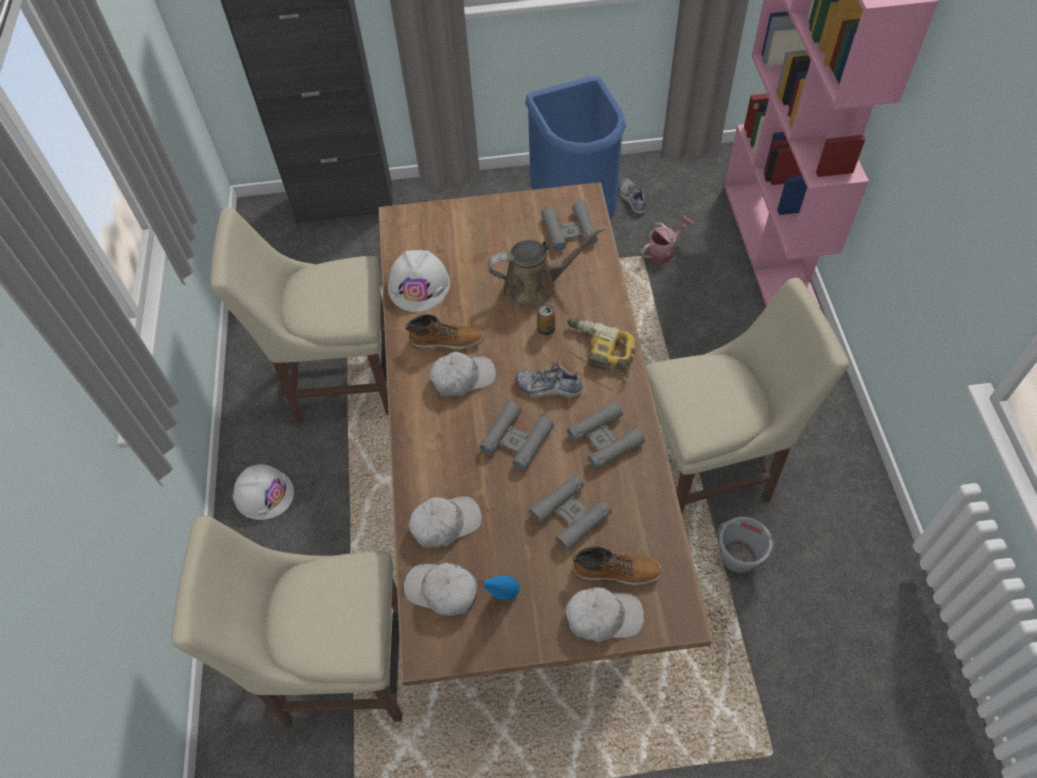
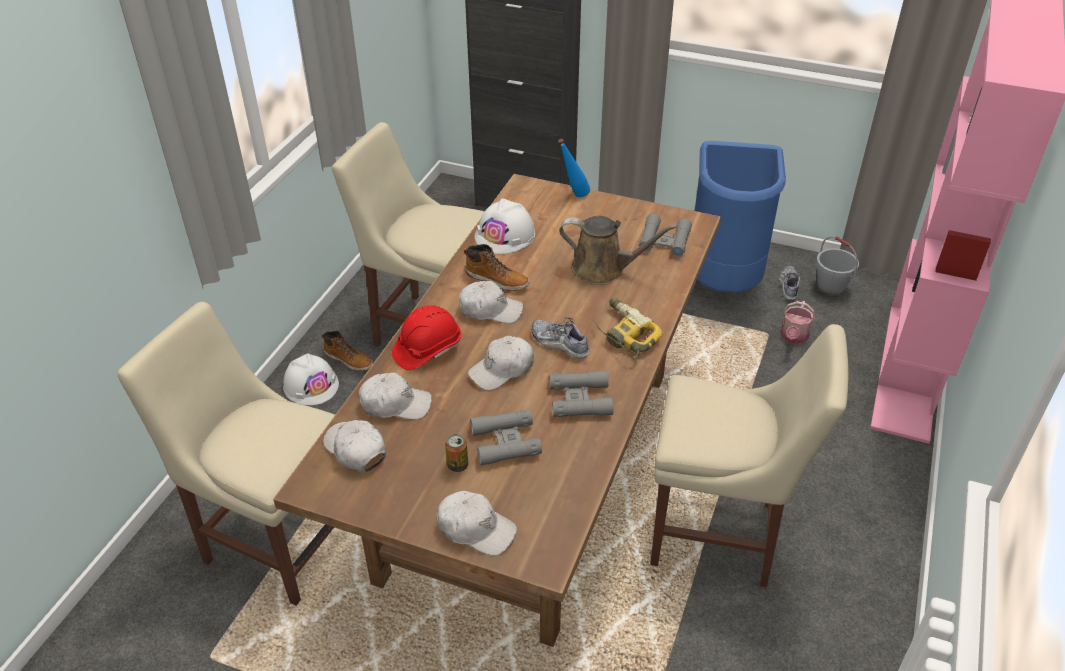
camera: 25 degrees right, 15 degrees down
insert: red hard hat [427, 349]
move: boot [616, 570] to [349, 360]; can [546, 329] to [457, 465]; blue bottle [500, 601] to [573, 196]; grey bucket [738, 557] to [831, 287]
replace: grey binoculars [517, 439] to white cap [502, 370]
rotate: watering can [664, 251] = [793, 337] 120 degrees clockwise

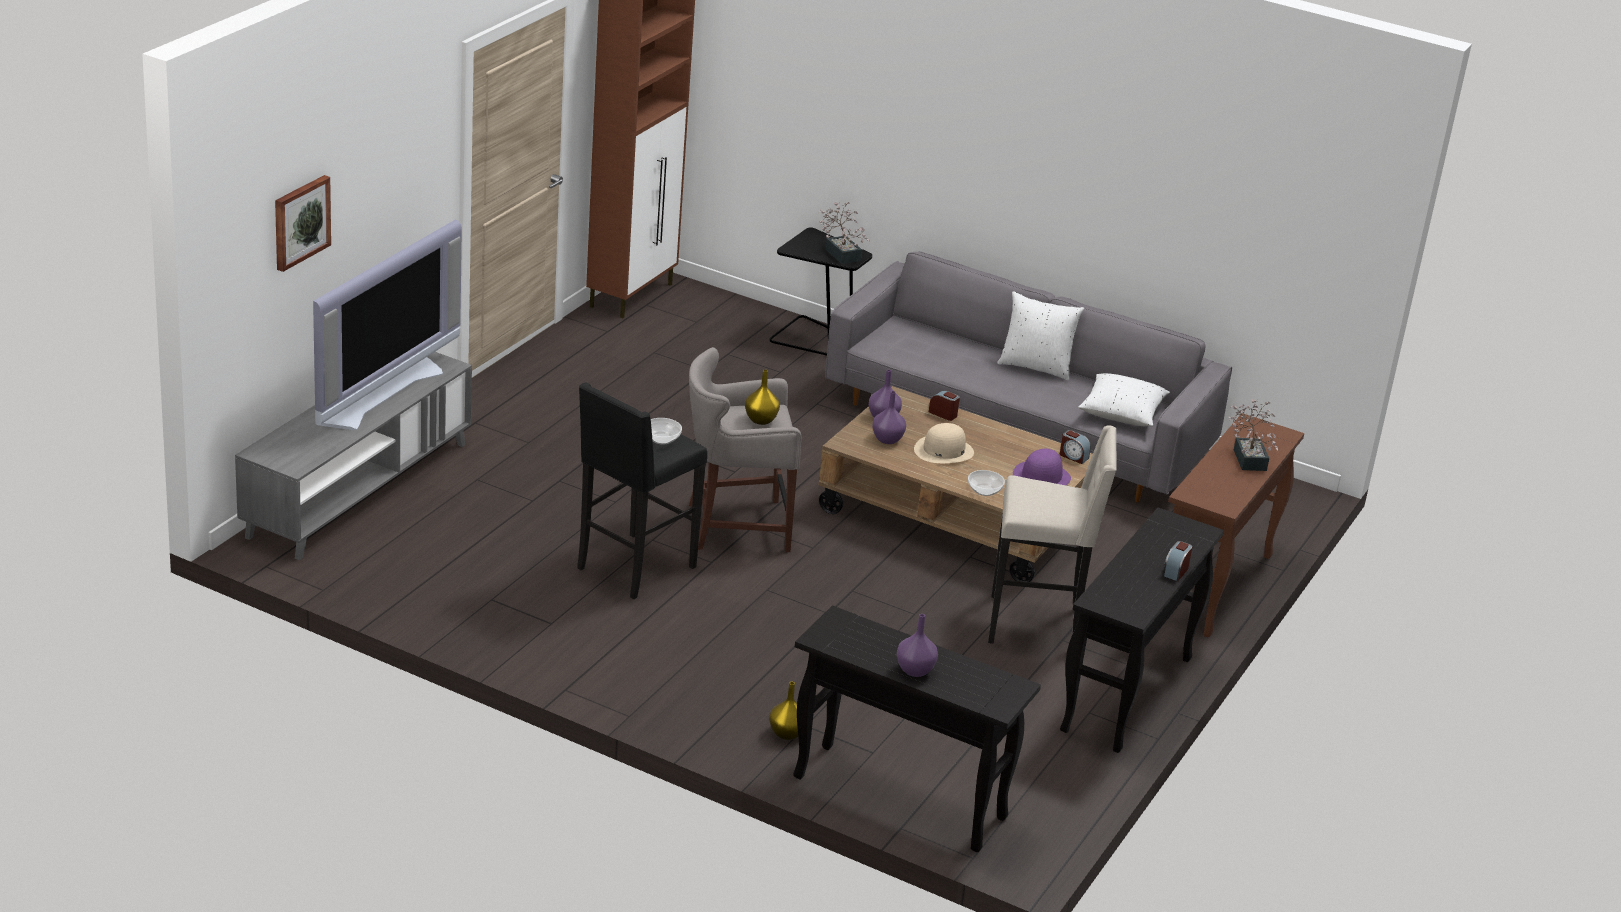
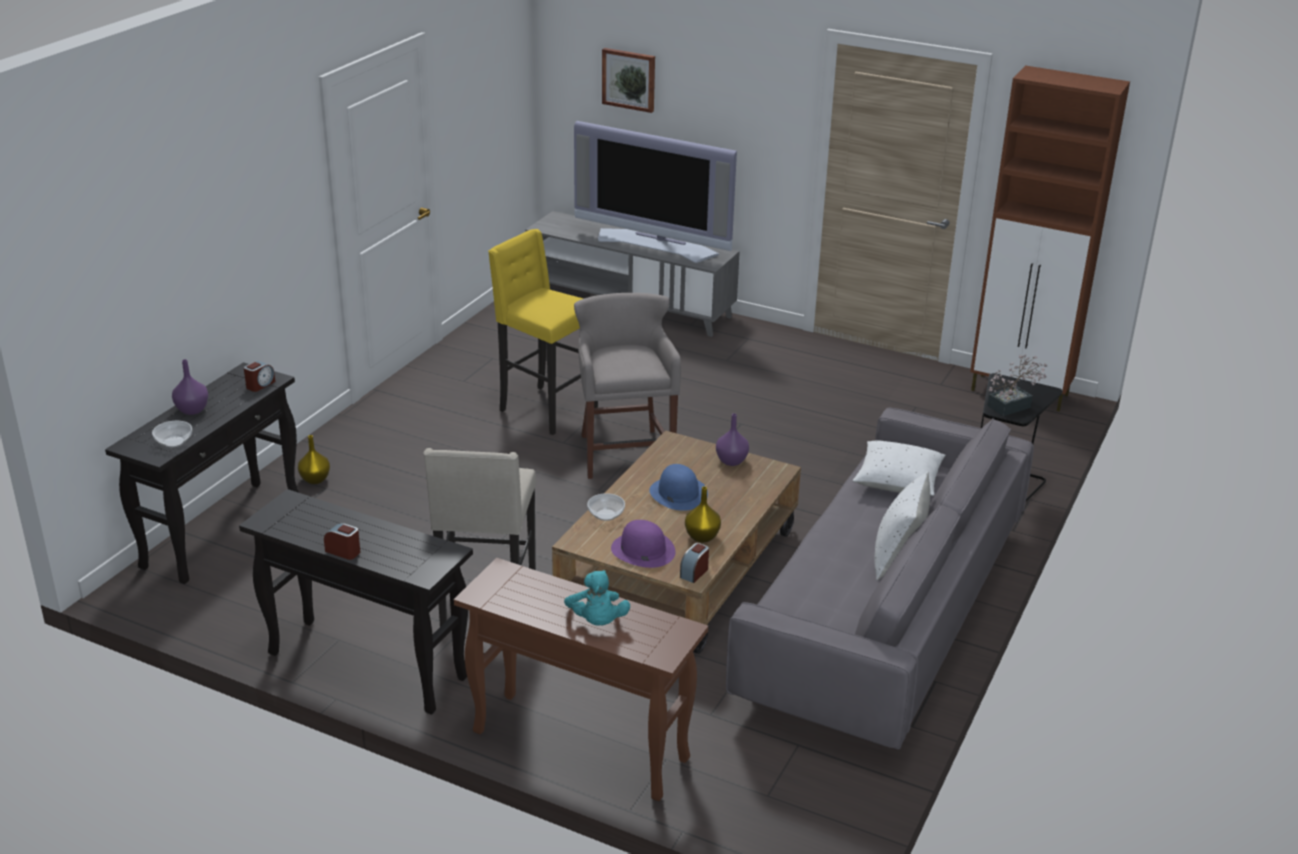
camera: 90 degrees right, 0 degrees up
delete: purple vase [888, 439]
move: bowl [662, 439] to [173, 442]; alarm clock [943, 414] to [260, 385]; yellow vase [761, 419] to [703, 537]; white pillow [1121, 414] to [897, 482]
replace: potted plant [1249, 457] to turquoise plush toy [597, 621]
recolor: black stool [633, 569] to yellow stool [545, 409]; beige hat [943, 451] to blue hat [678, 493]

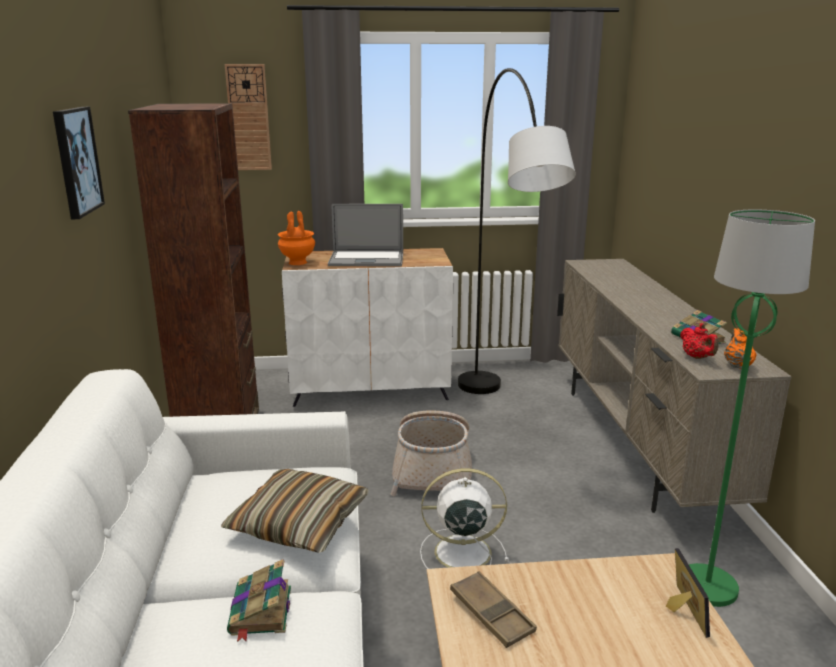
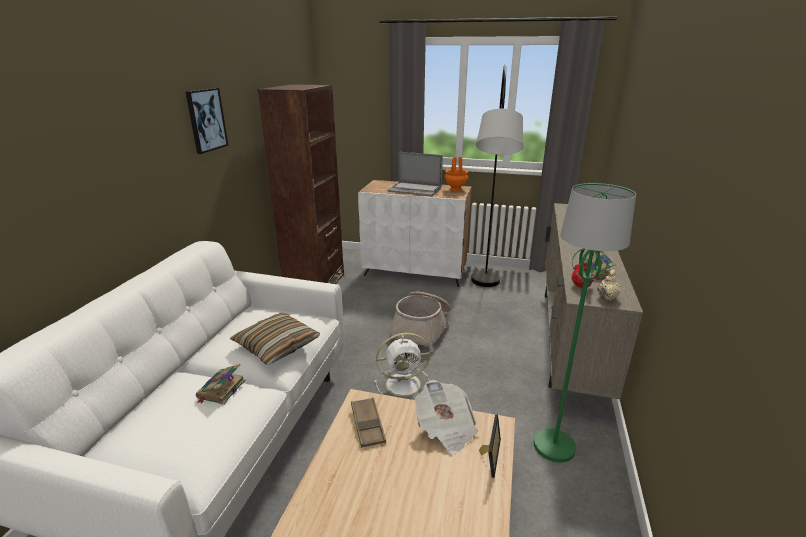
camera: 20 degrees right, 5 degrees up
delete: wall clock [249, 118]
insert: newspaper [445, 429]
move: orange vase [297, 262] to [455, 189]
recolor: orange teapot [737, 365] to beige teapot [607, 297]
rotate: white fan [460, 552] = [405, 384] 150 degrees clockwise

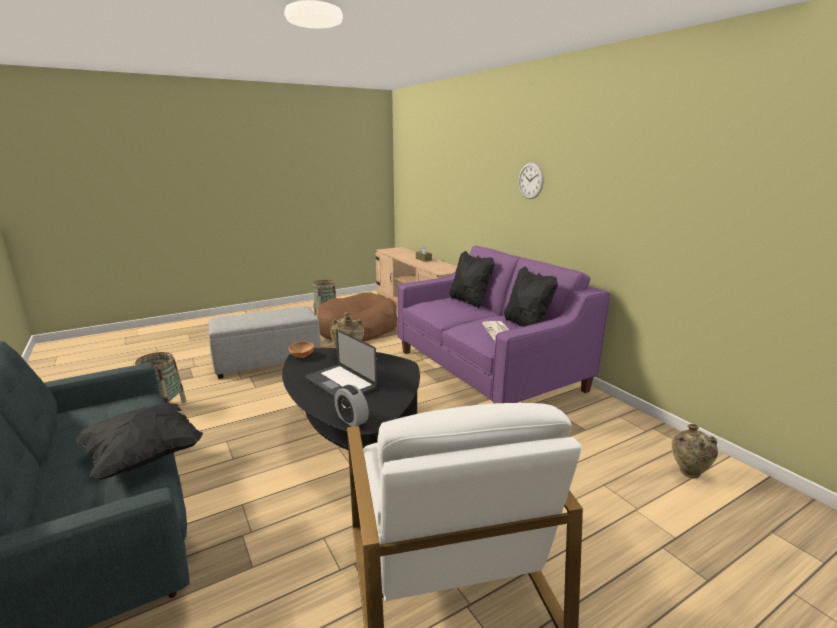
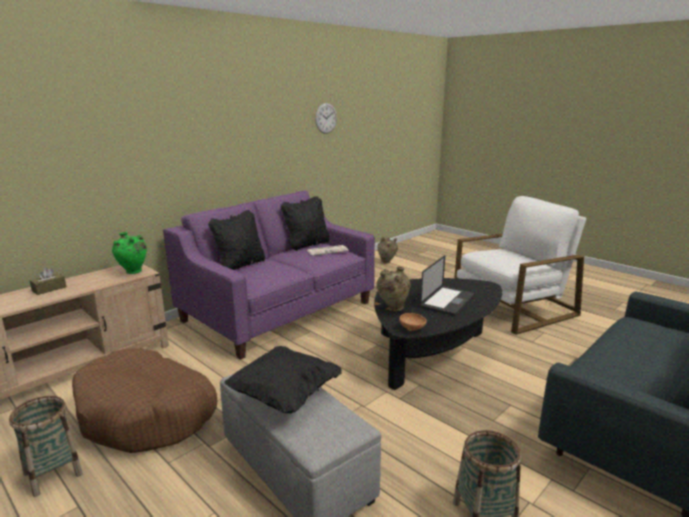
camera: 105 degrees left, 0 degrees up
delete: alarm clock [352, 420]
insert: green vase [133, 272]
move: black pillow [145, 457] to [285, 395]; wall clock [530, 181] to [326, 118]

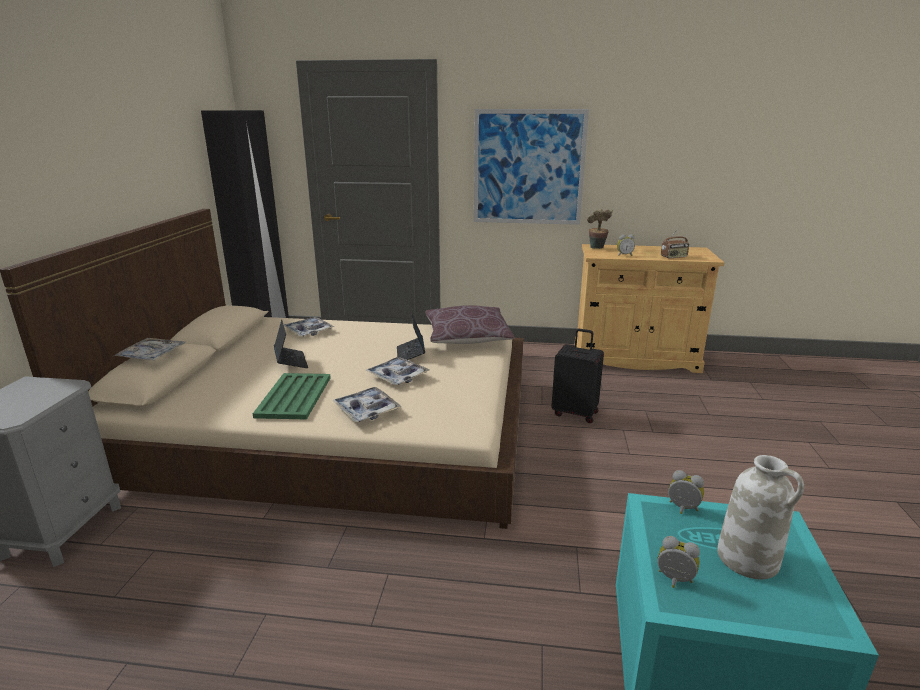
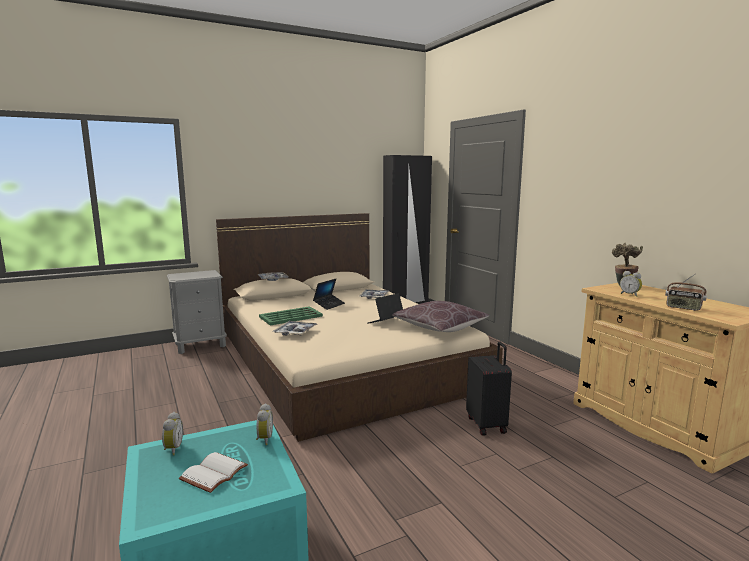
camera: 55 degrees right, 10 degrees down
delete: tray [397, 376]; picture [528, 168]
replace: white vase [749, 559] to white book [214, 474]

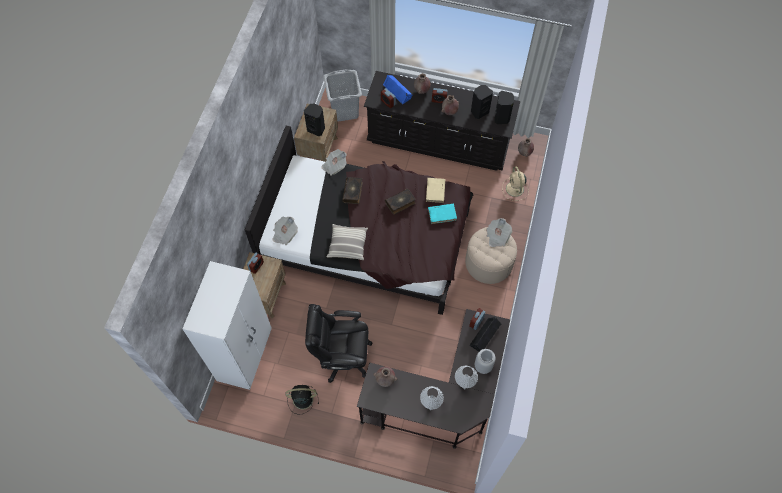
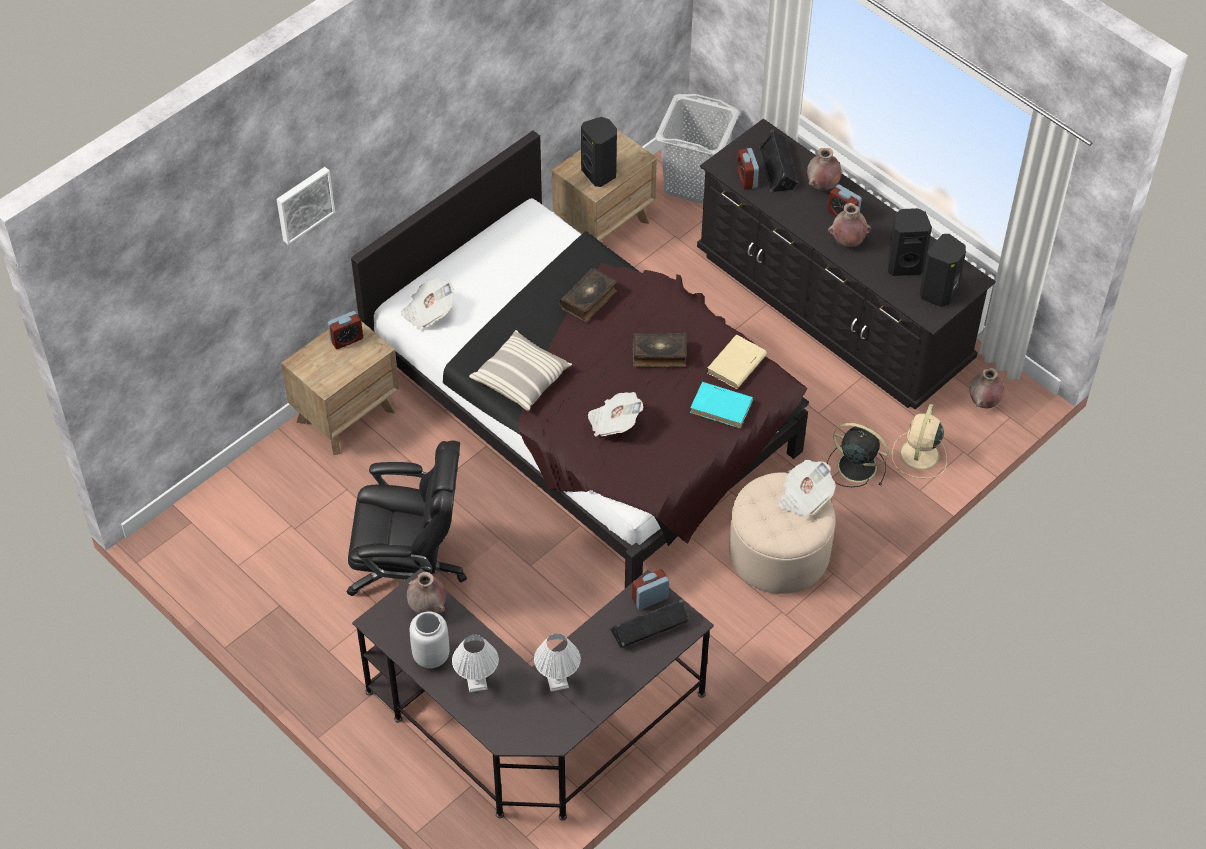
camera: 30 degrees right, 10 degrees down
delete: white wardrobe [245, 354]
insert: picture [303, 203]
move: grey vase [482, 366] to [430, 655]; newspaper [334, 166] to [614, 423]; black fan [302, 399] to [855, 466]
recolor: blue speaker [398, 91] to black speaker [778, 167]
rotate: black office chair [342, 356] = [409, 572] 150 degrees clockwise

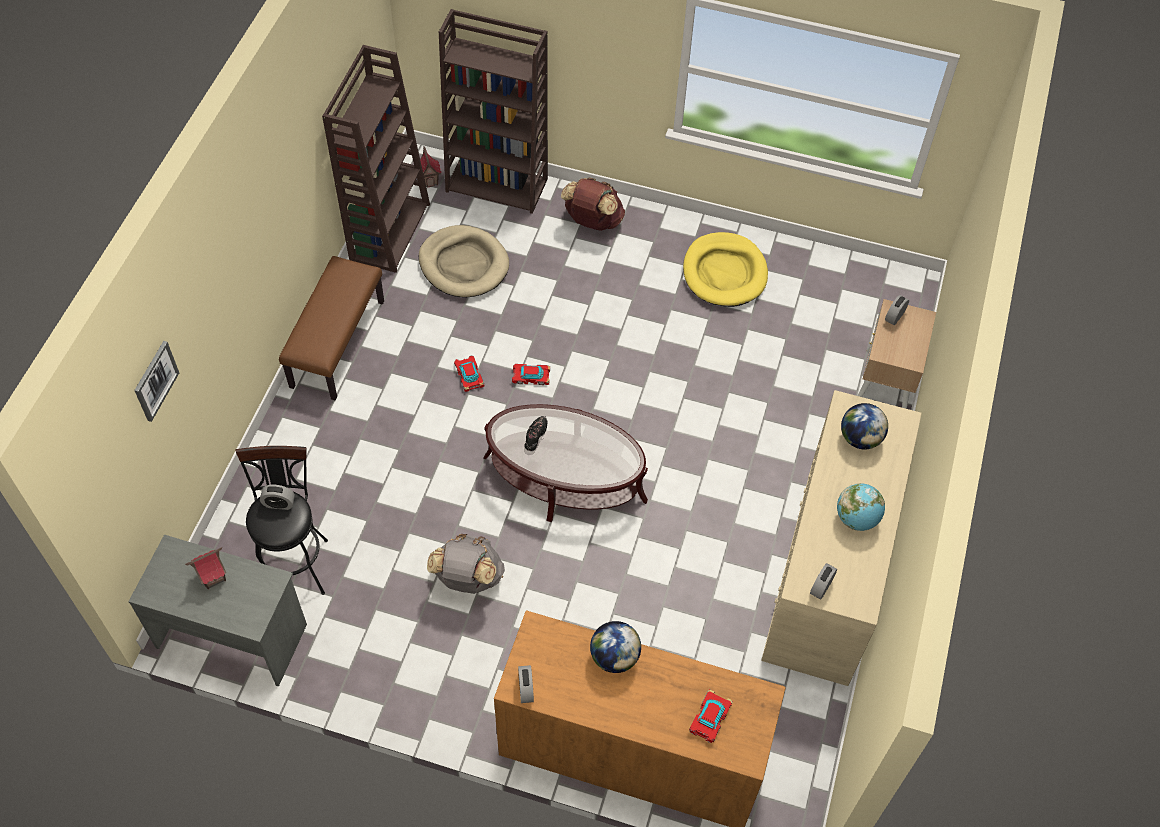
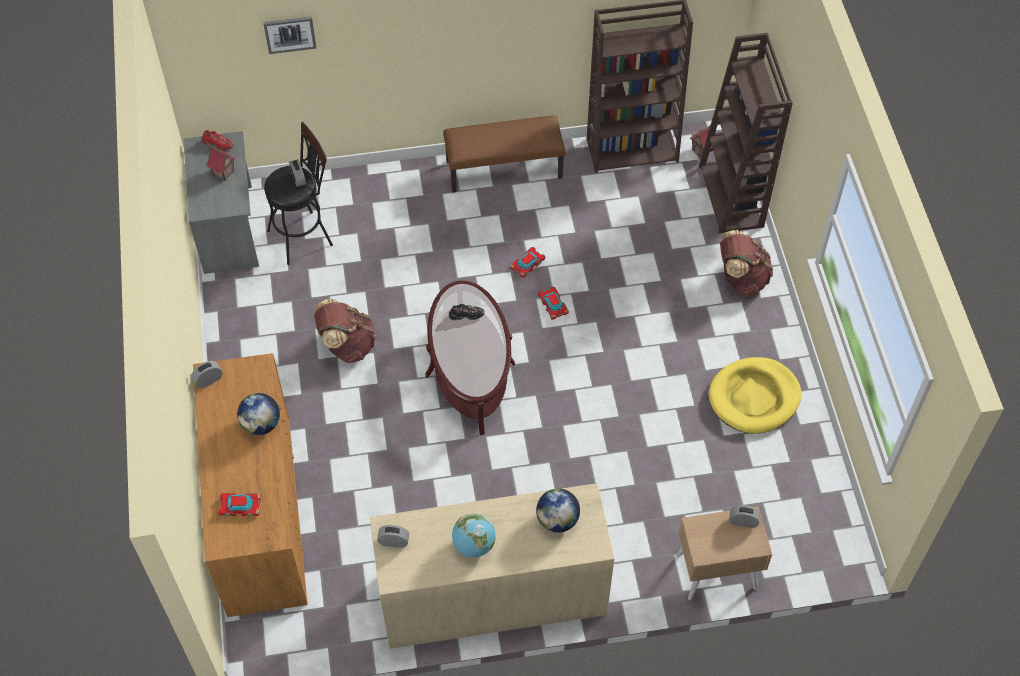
camera: 65 degrees right, 0 degrees up
delete: beige dog bed [464, 264]
insert: red shoe [218, 144]
recolor: grey backpack [467, 578] to brown backpack [347, 345]

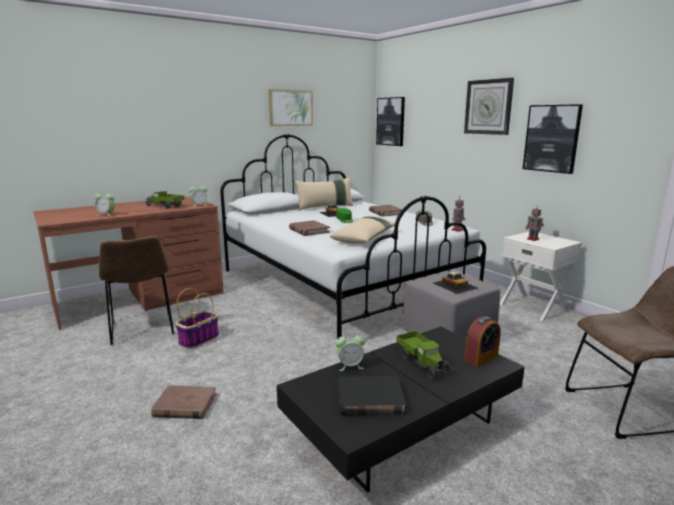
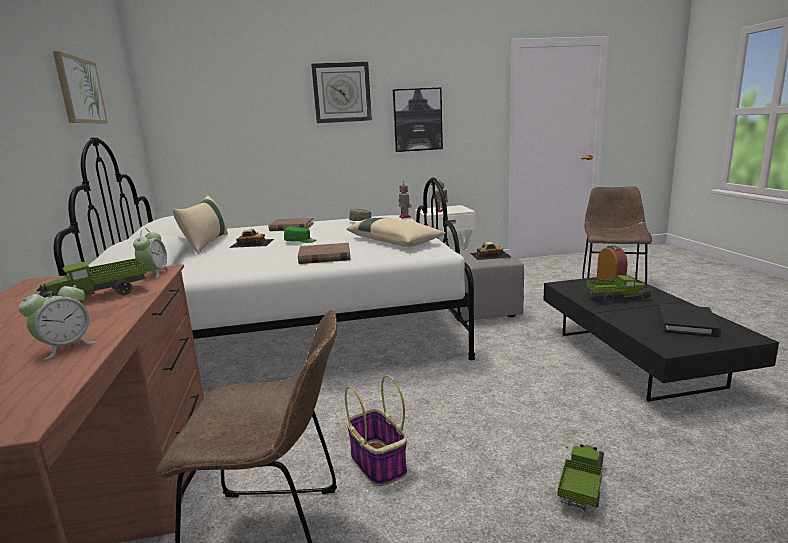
camera: 65 degrees left, 0 degrees up
delete: alarm clock [350, 366]; picture [391, 121]
replace: brown book [184, 405] to toy truck [581, 486]

